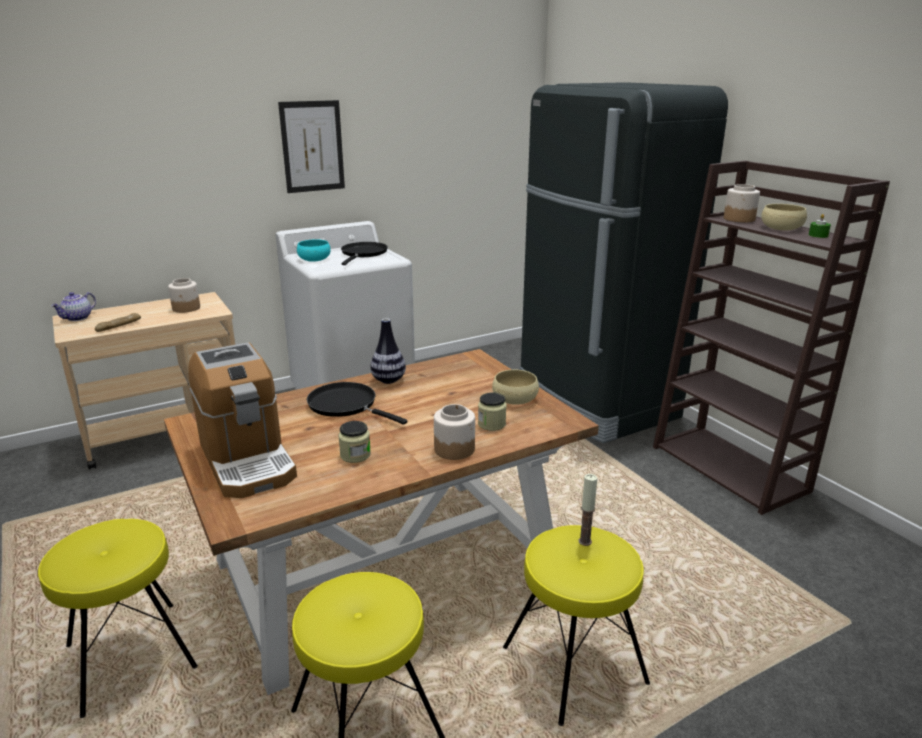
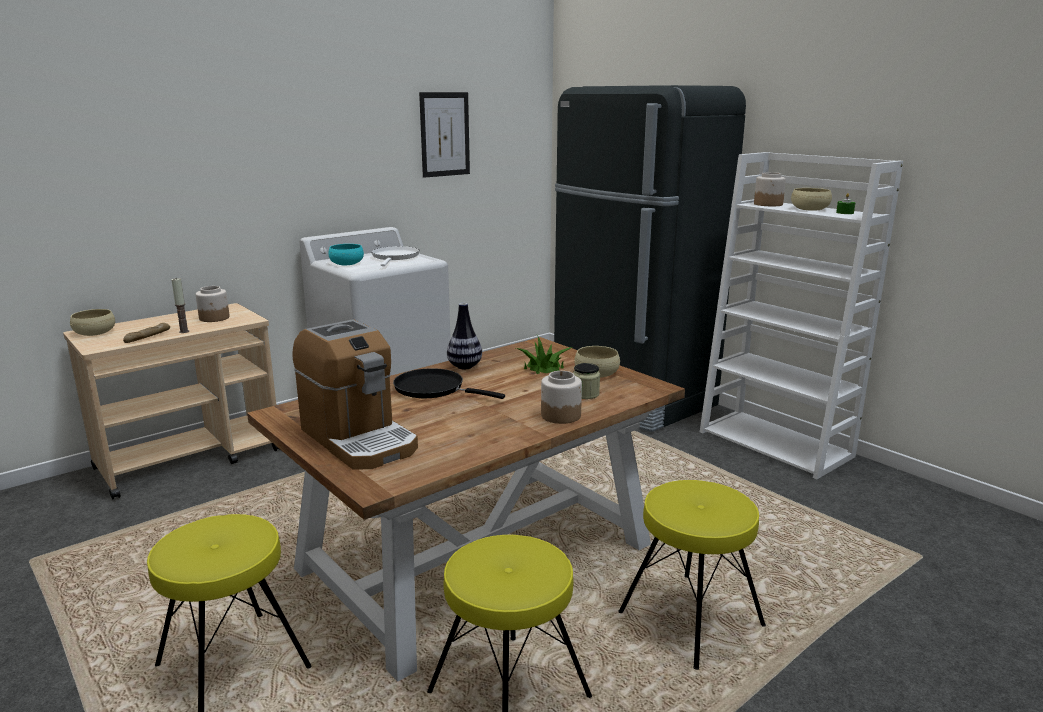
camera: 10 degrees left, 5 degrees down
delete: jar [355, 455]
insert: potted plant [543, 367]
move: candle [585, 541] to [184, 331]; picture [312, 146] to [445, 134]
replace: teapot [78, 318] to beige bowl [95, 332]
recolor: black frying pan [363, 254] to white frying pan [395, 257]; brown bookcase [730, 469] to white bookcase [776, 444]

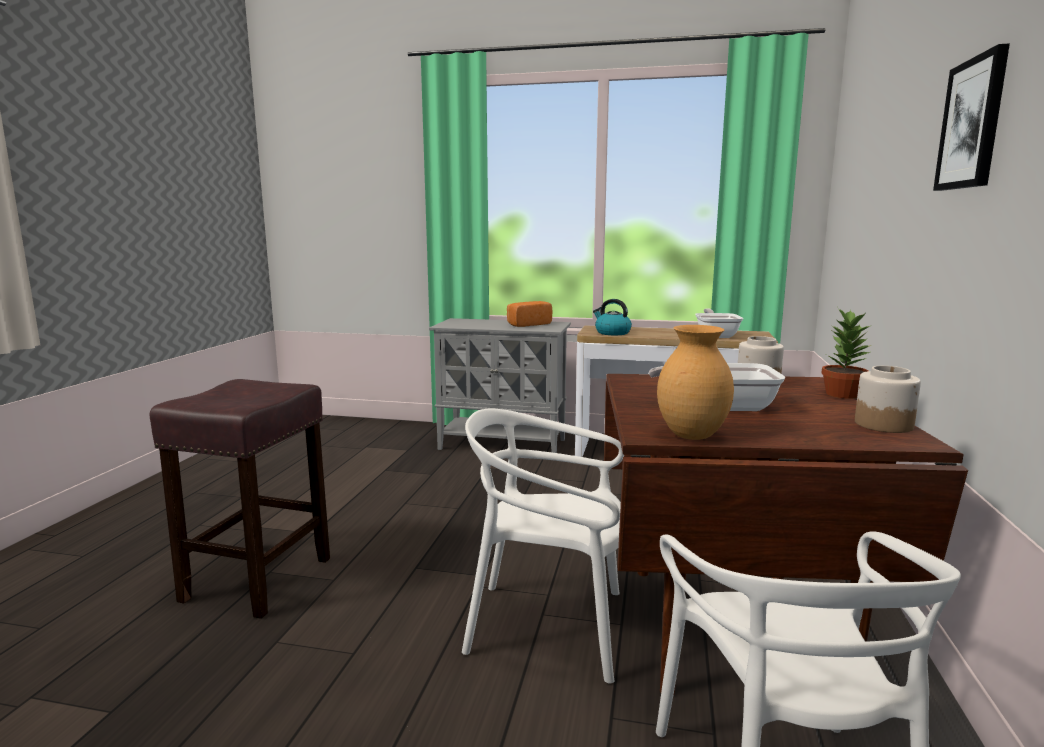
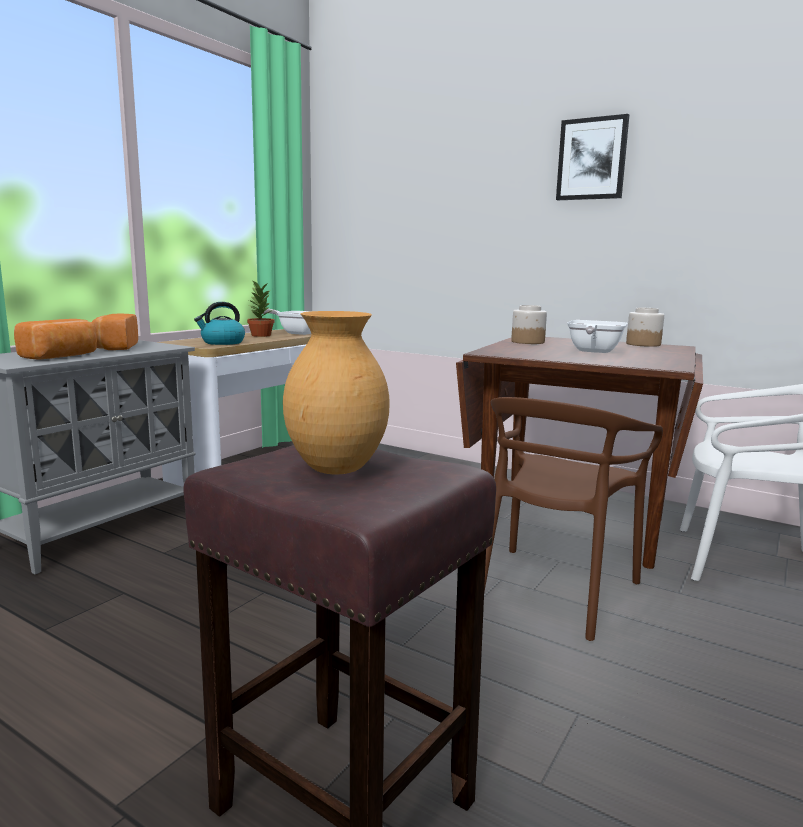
camera: 70 degrees left, 0 degrees up
insert: bread [62, 356]
move: potted plant [841, 394] to [260, 335]; brown vase [692, 436] to [338, 469]
recolor: white chair [548, 626] to brown chair [553, 590]

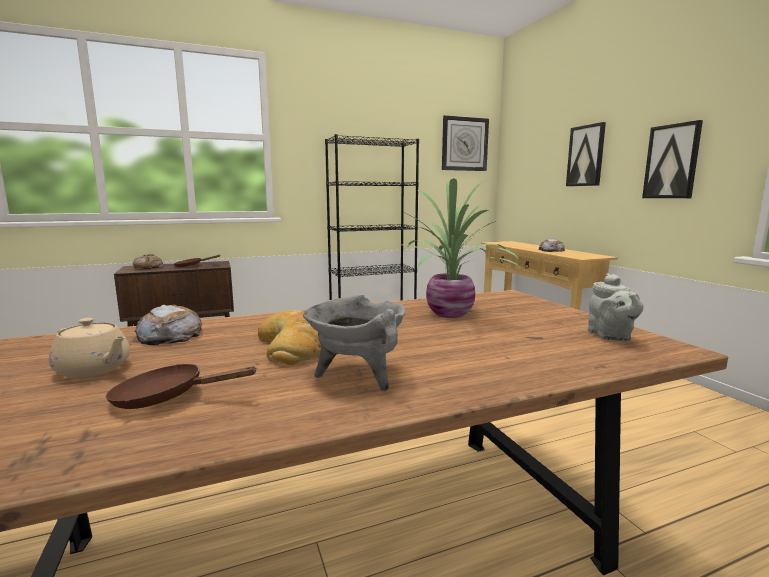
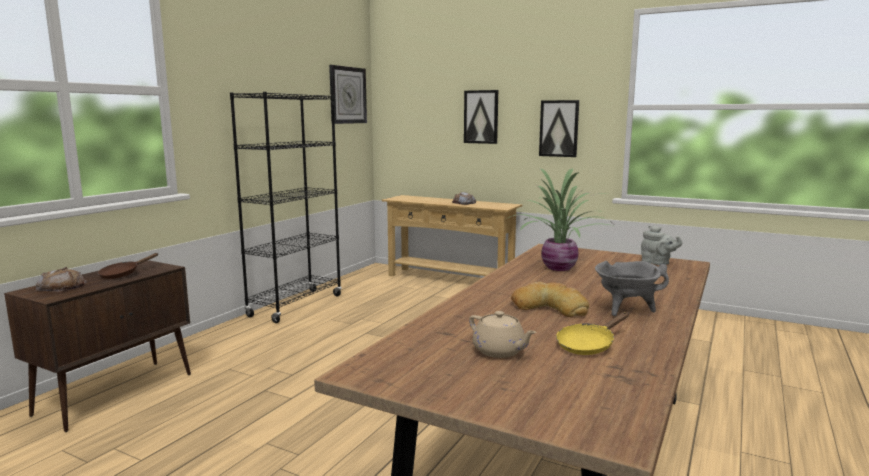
camera: 40 degrees left, 0 degrees up
delete: bread [169, 335]
recolor: brown frying pan [167, 397] to yellow frying pan [588, 345]
rotate: beige teapot [94, 369] = [500, 351] 60 degrees clockwise

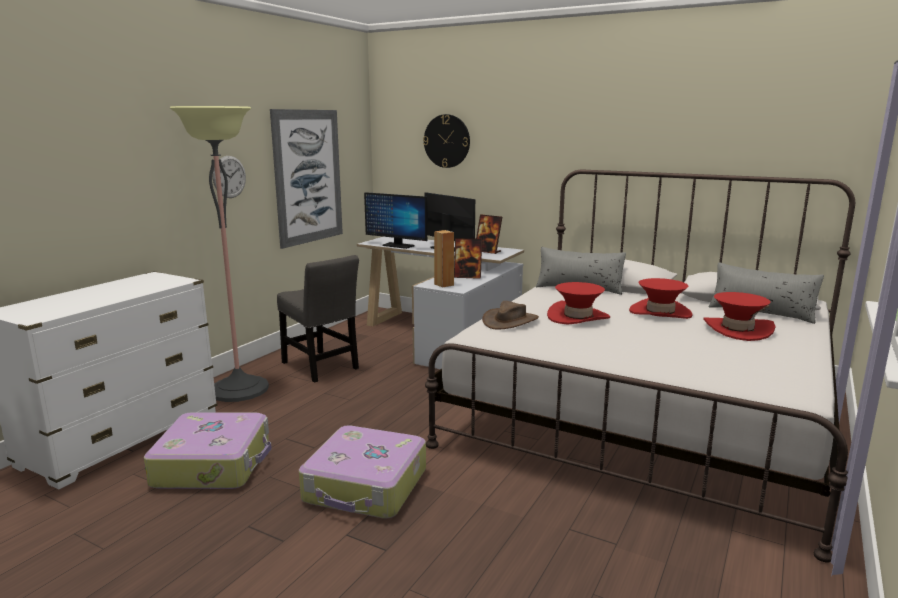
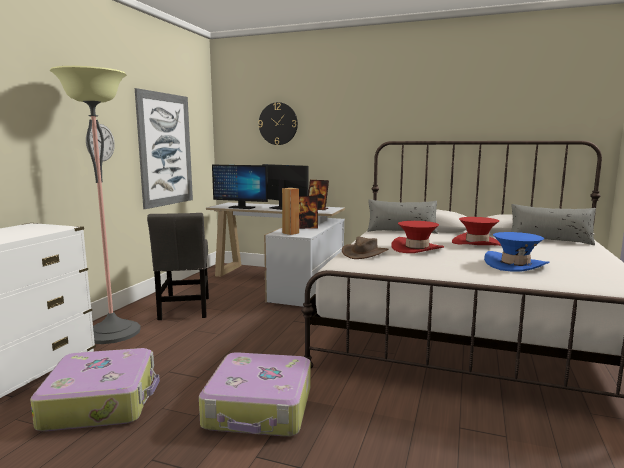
camera: 10 degrees left, 5 degrees down
delete: red hat [737, 330]
insert: blue hat [515, 265]
rotate: grey chair [321, 367] = [185, 310] 45 degrees clockwise

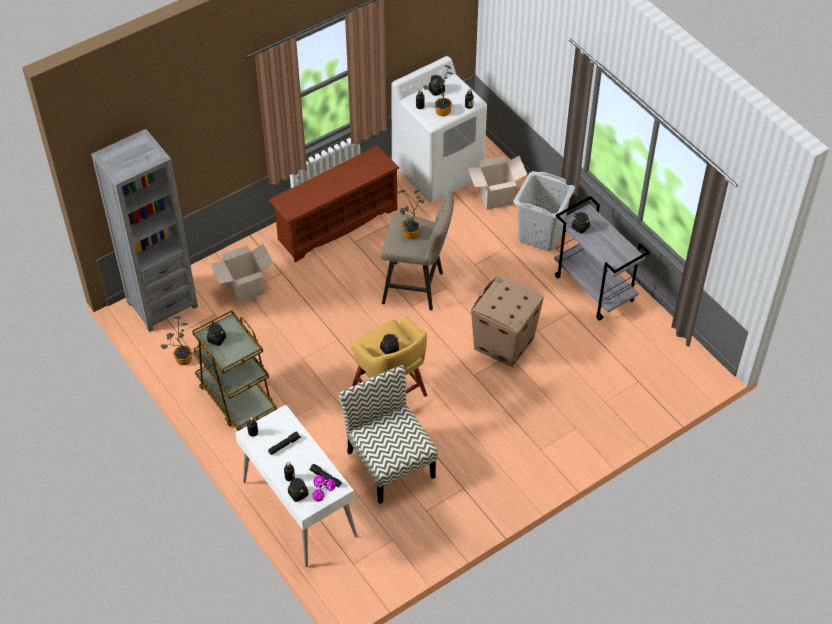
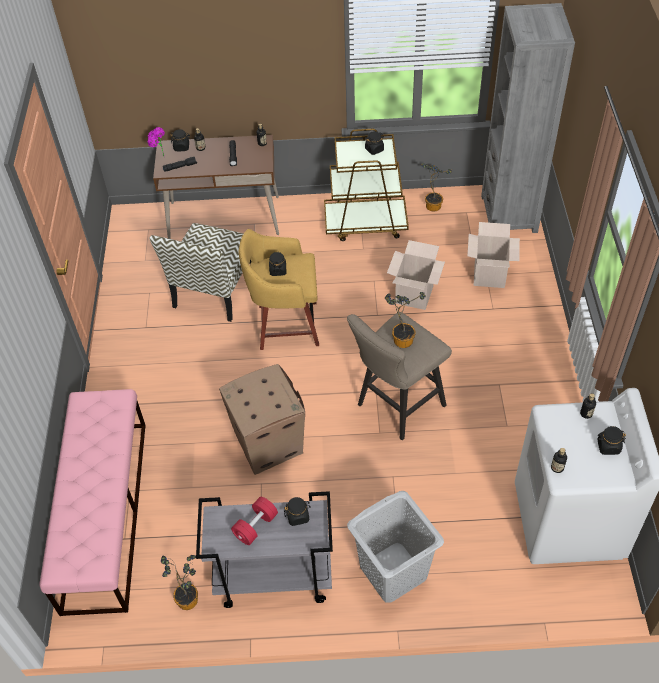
camera: 125 degrees right, 0 degrees up
delete: brown shoe rack [337, 223]
insert: pink bench [105, 513]; red dumbbell [255, 526]
move: potted plant [440, 111] to [189, 597]; cardboard box [496, 197] to [414, 294]
recolor: white desk [298, 509] to brown desk [224, 218]
rotate: chair [389, 463] = [214, 290] 105 degrees clockwise

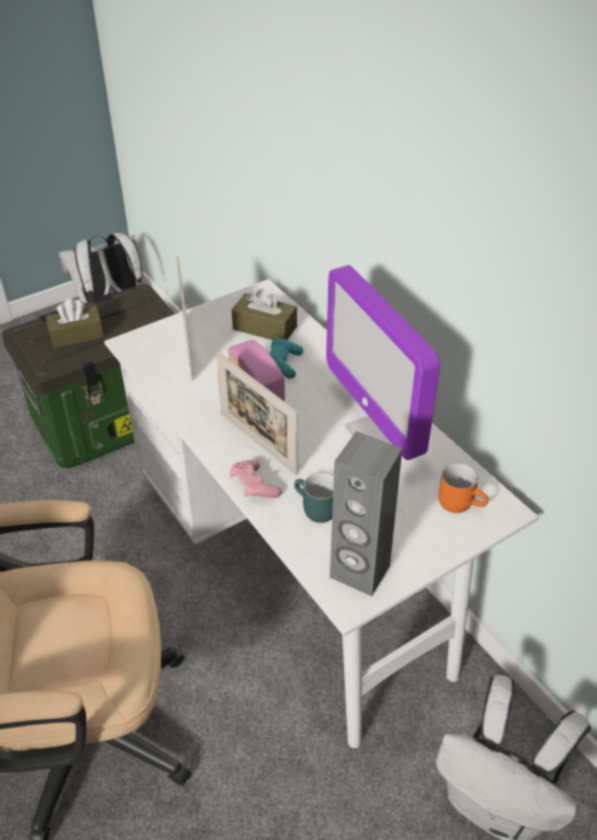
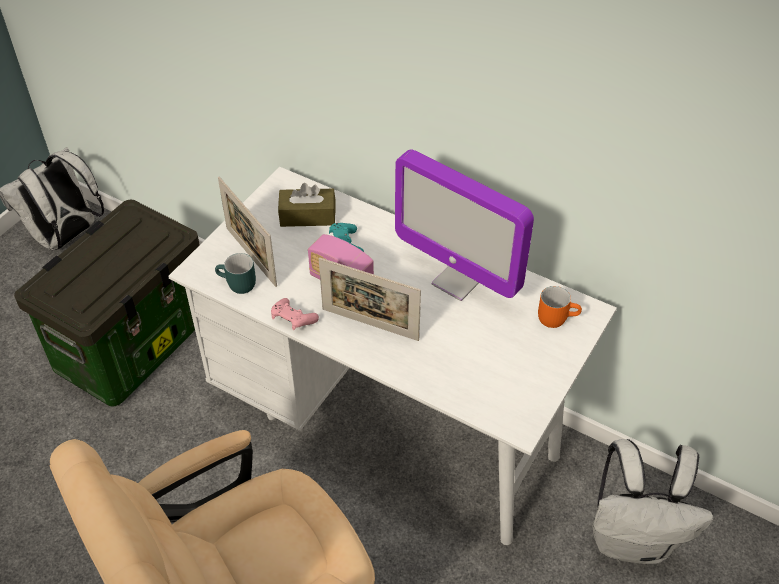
camera: 25 degrees left, 5 degrees up
delete: brown tissue box [77, 335]; grey speaker [359, 572]
move: turquoise mug [314, 510] to [237, 285]; pink game controller [254, 487] to [293, 320]

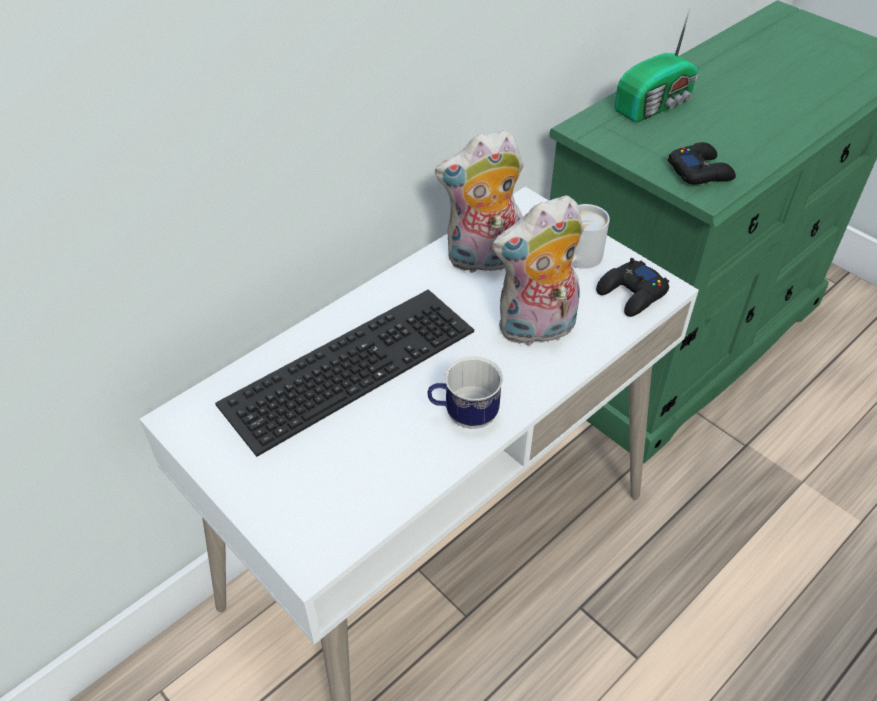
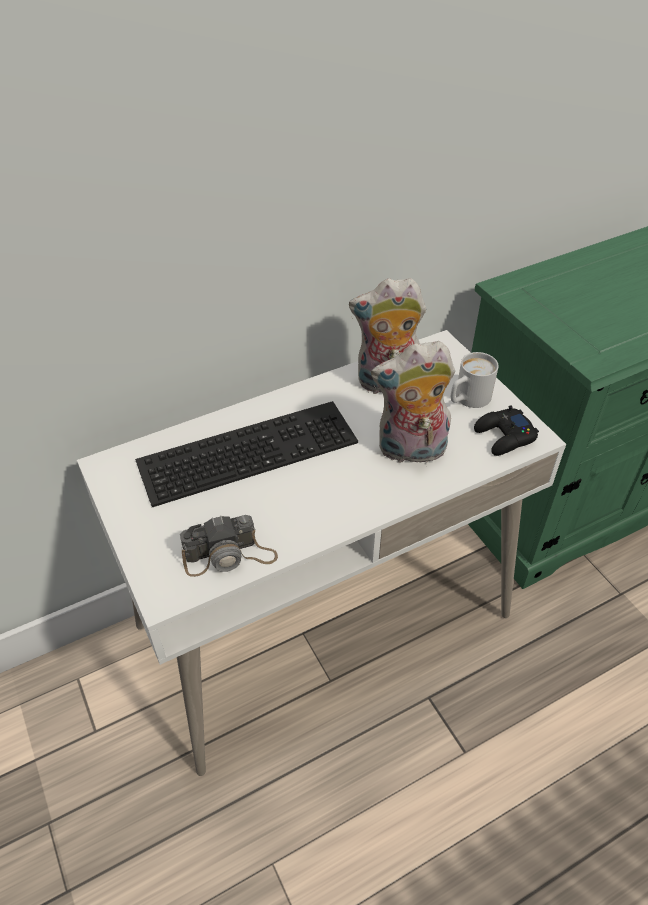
camera: 15 degrees right, 0 degrees up
delete: mug [463, 416]; radio [656, 105]; black game controller [700, 171]
insert: photo camera [229, 556]

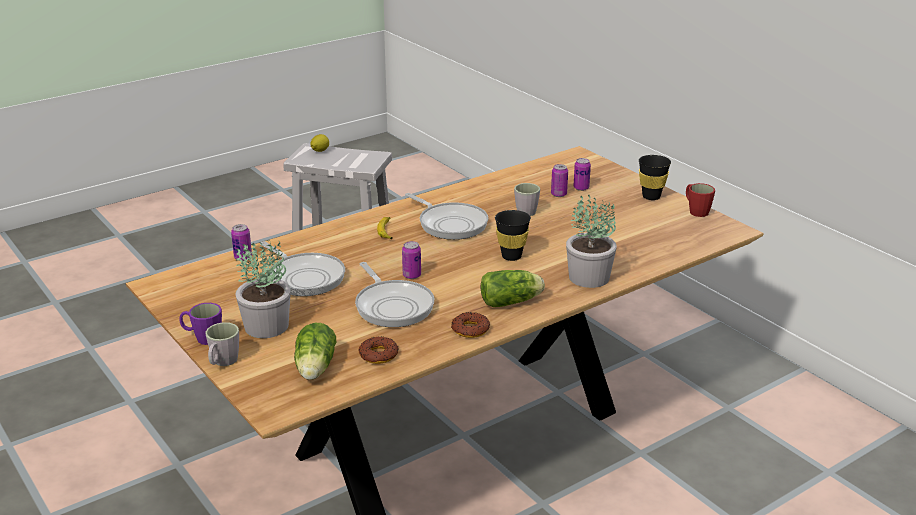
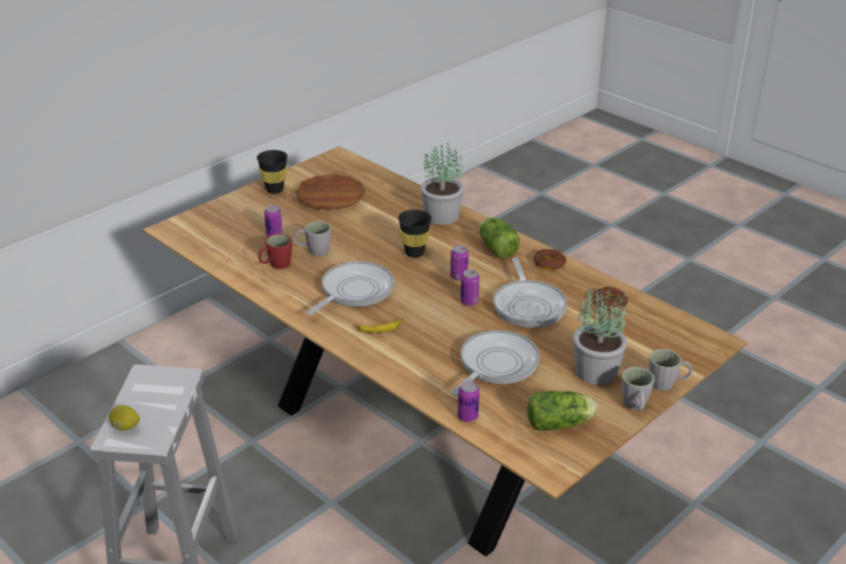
camera: 100 degrees left, 5 degrees up
insert: brown plate [330, 197]
move: red mug [696, 210] to [276, 265]; can [581, 188] to [458, 277]; lettuce [314, 369] to [561, 424]
recolor: purple mug [203, 338] to grey mug [635, 406]
rotate: frying pan [393, 306] = [528, 305] 120 degrees clockwise

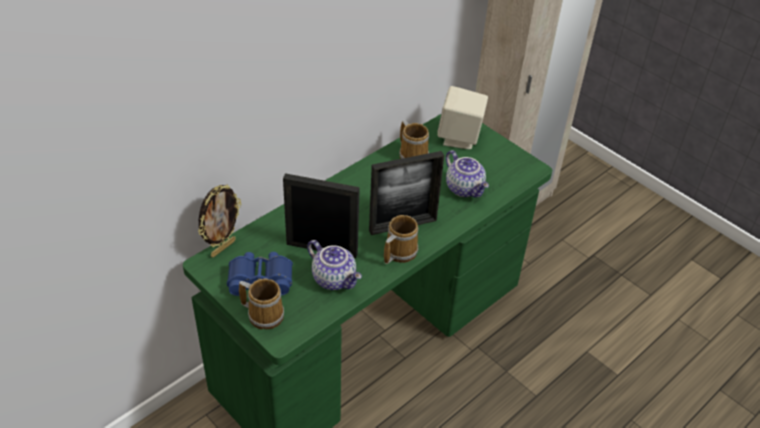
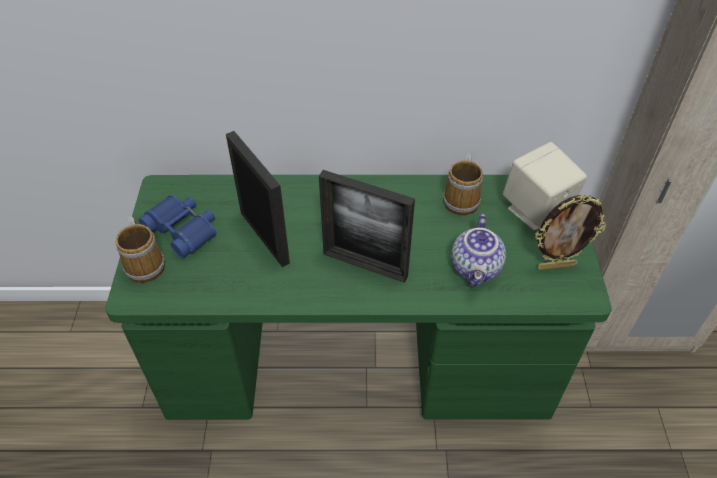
camera: 45 degrees right, 5 degrees up
delete: teapot [335, 279]; mug [398, 252]
move: picture frame [222, 248] to [556, 265]

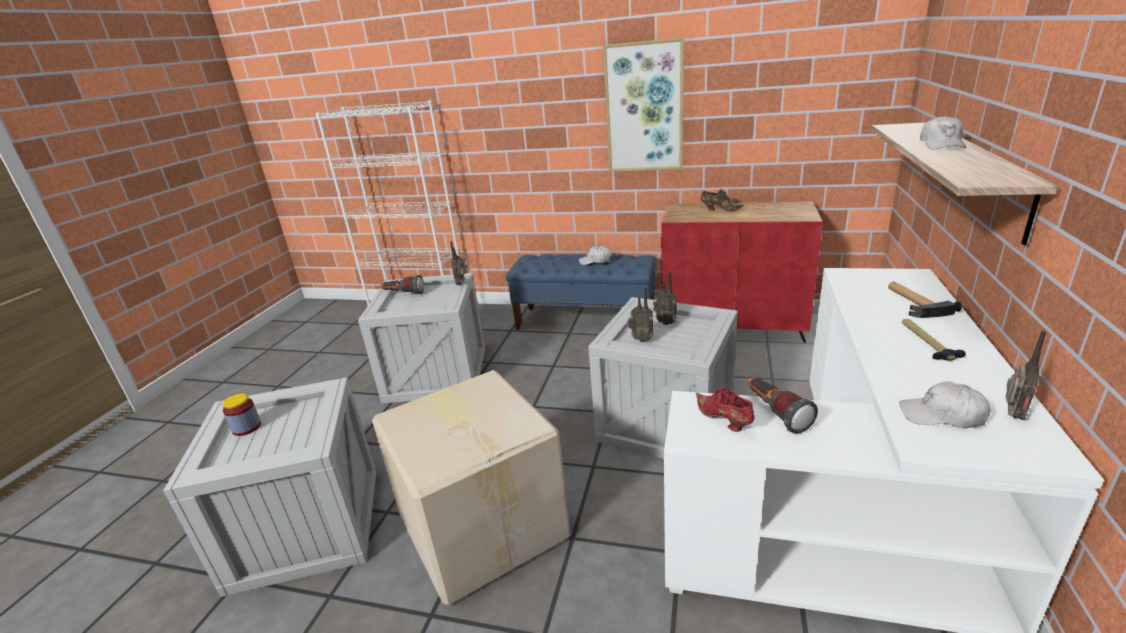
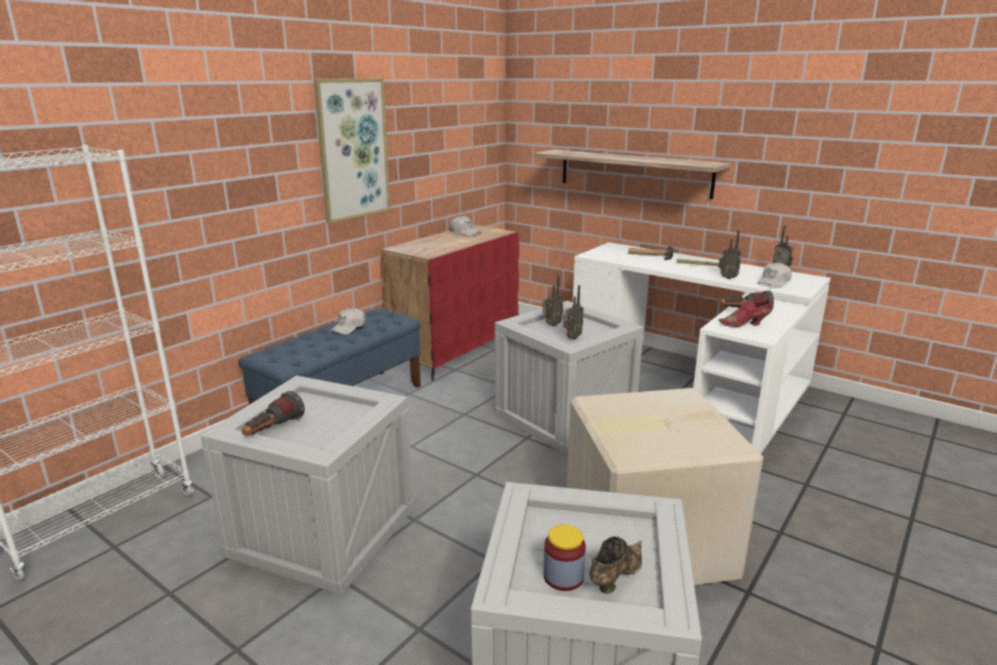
camera: 70 degrees left, 5 degrees down
move: white cap [941, 144] to [464, 232]; brown shoe [720, 209] to [614, 577]; radio [462, 283] to [727, 277]

